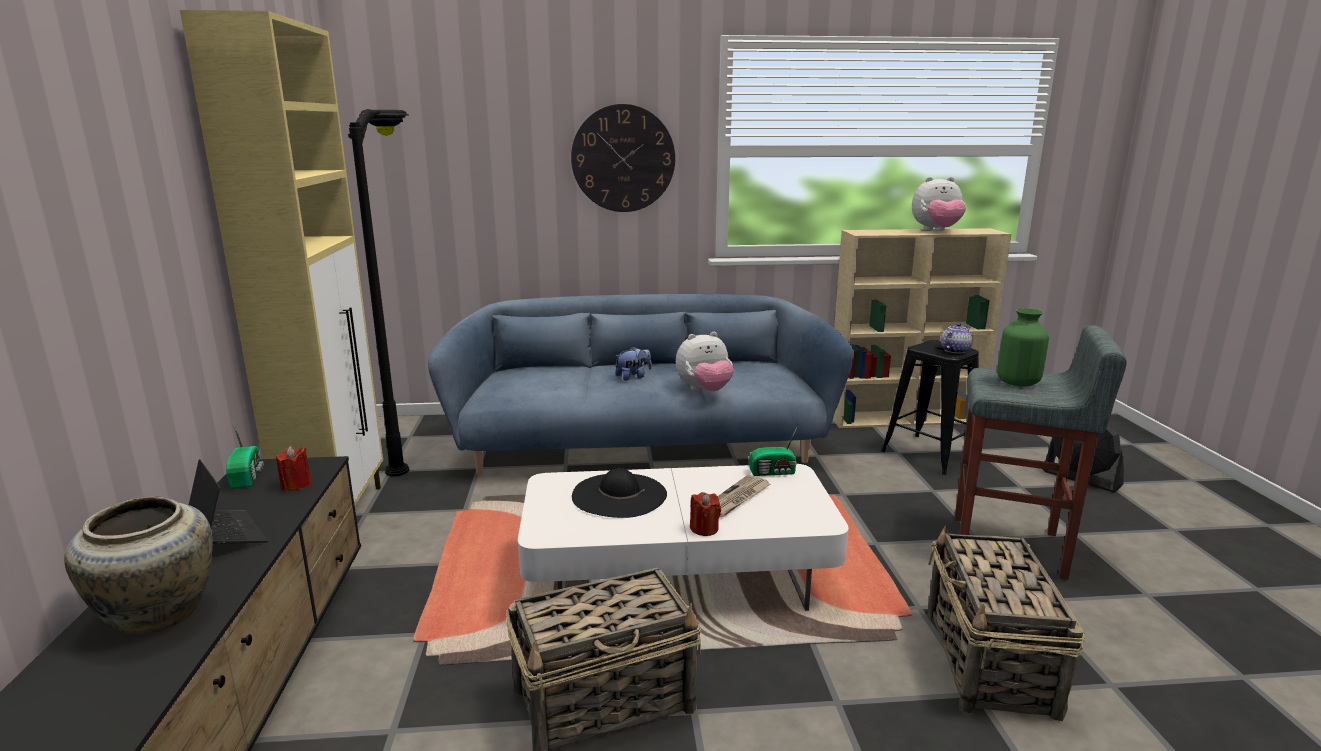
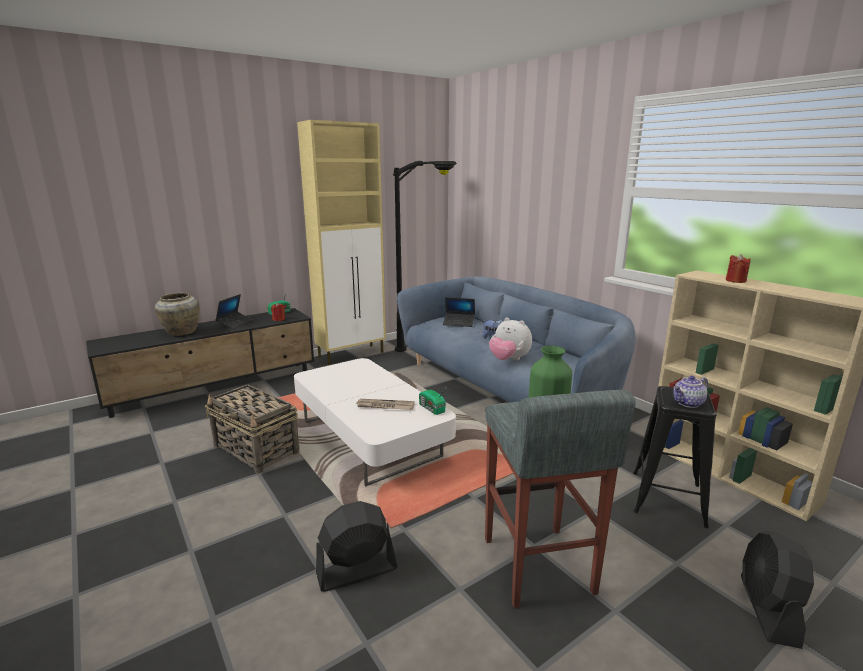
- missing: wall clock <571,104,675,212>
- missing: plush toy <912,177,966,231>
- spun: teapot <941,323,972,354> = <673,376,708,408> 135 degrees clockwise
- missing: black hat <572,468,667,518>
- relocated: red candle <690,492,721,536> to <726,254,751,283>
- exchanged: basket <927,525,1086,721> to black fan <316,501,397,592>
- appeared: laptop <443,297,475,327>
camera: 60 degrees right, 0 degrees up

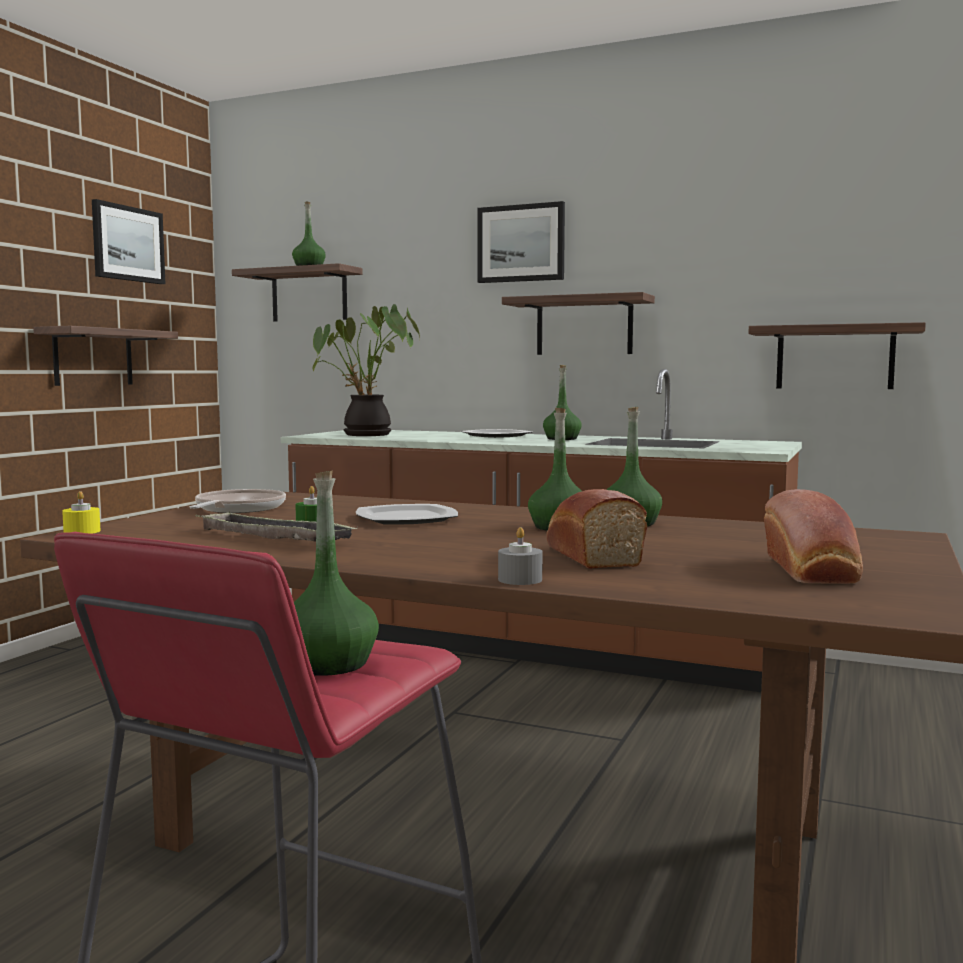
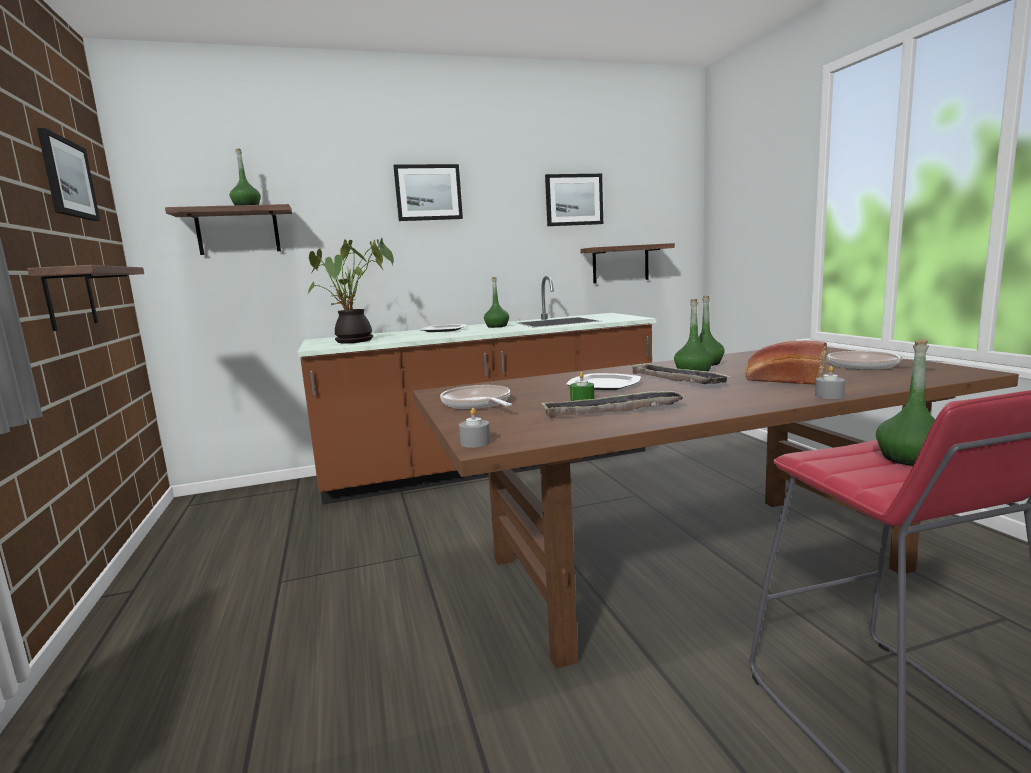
- missing: shelf <502,292,655,355>
- exchanged: bread <764,489,863,584> to frying pan <827,351,943,370>
- colour: yellow candle <62,491,101,534> to grey candle <459,408,490,448>
- appeared: picture <545,174,603,226>
- appeared: tray <628,363,731,384>
camera: 40 degrees left, 5 degrees up

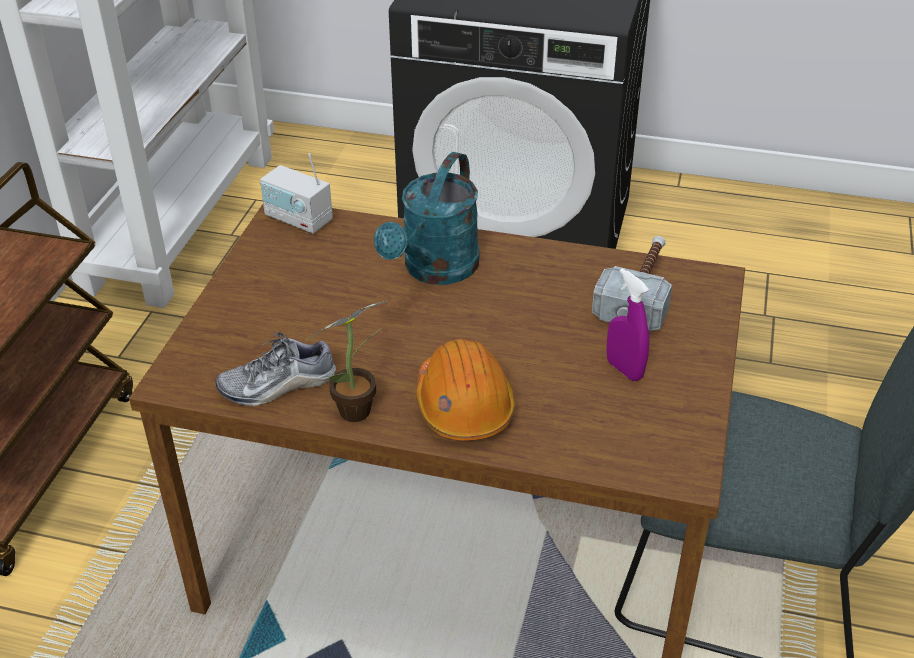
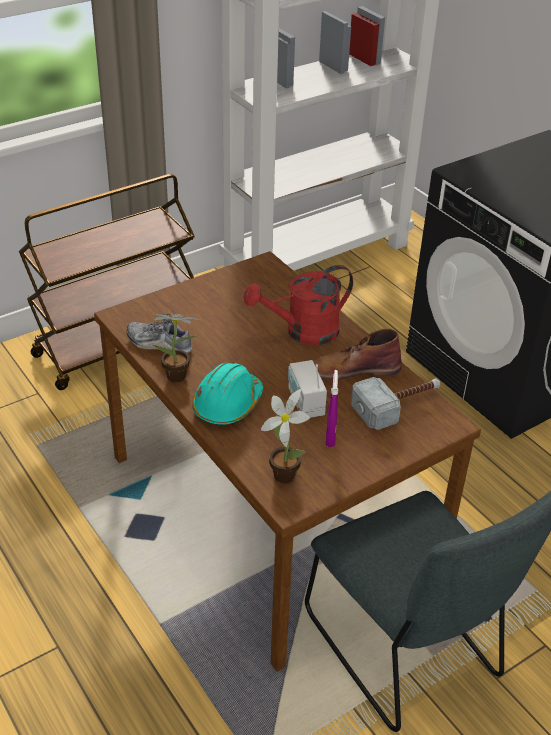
- colour: turquoise watering can <374,152,480,285> to red watering can <244,265,353,345>
- relocated: radio <260,153,333,234> to <288,360,327,418>
- colour: orange hard hat <415,339,515,441> to turquoise hard hat <192,362,263,426>
- appeared: brown boot <313,329,402,379>
- appeared: potted plant <261,389,310,484>
camera: 40 degrees right, 0 degrees up

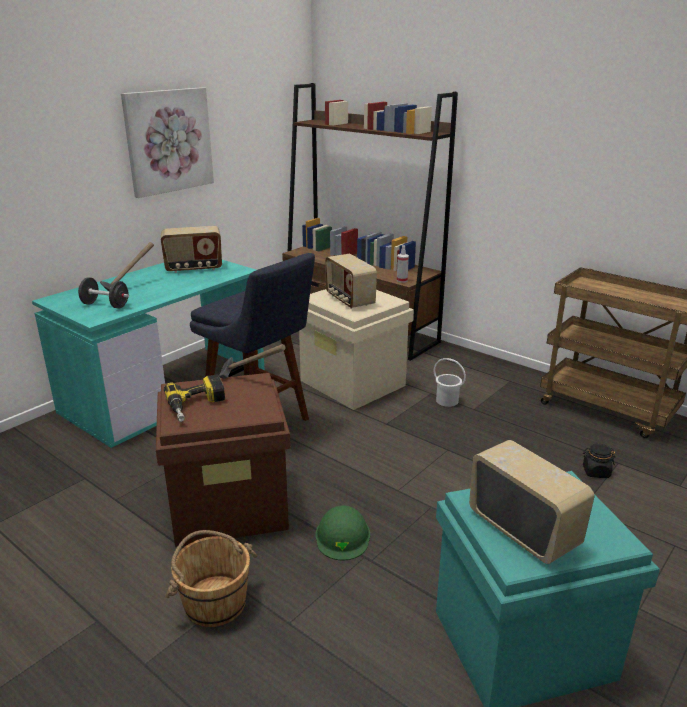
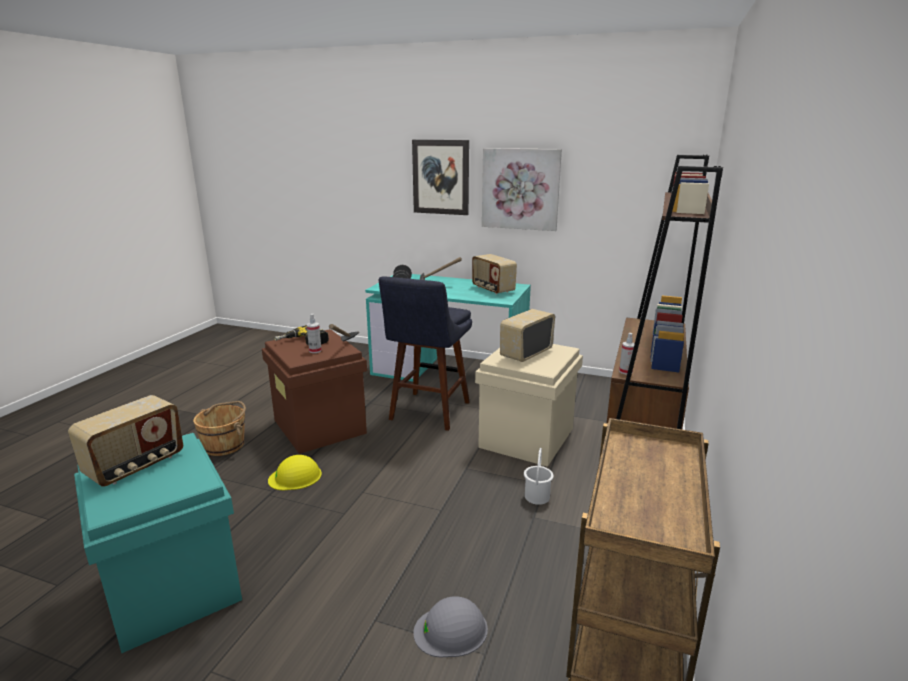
- exchanged: black jar <583,444,616,478> to grey hard hat <413,596,488,657>
- colour: green hard hat <315,505,370,560> to yellow hard hat <268,455,322,490>
- appeared: picture <412,140,469,215>
- appeared: spray bottle <307,314,322,353>
camera: 70 degrees right, 5 degrees down

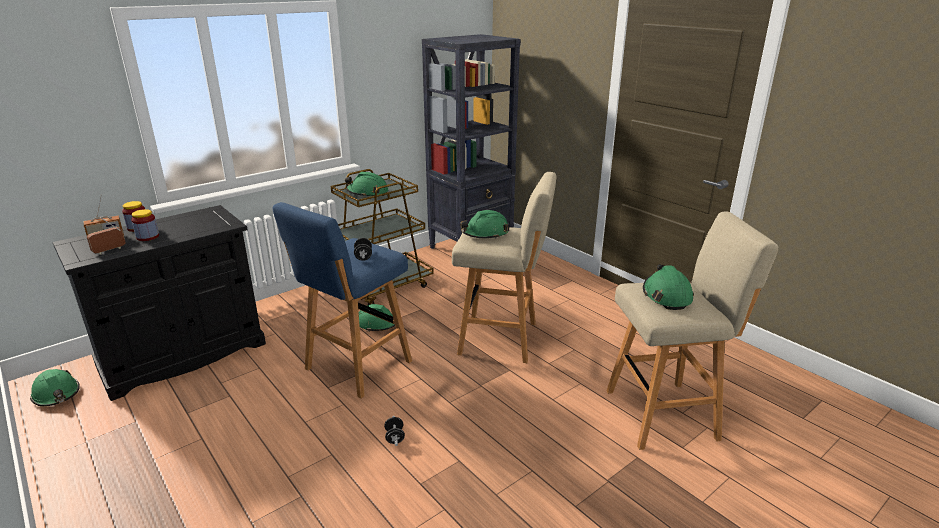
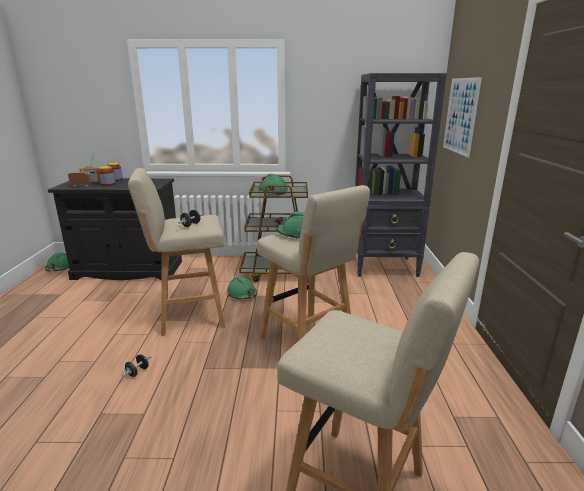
- colour: blue stool <273,202,412,398> to beige stool <128,168,225,336>
- missing: green hard hat <643,264,694,310>
- appeared: picture <443,77,482,157>
camera: 40 degrees right, 5 degrees down

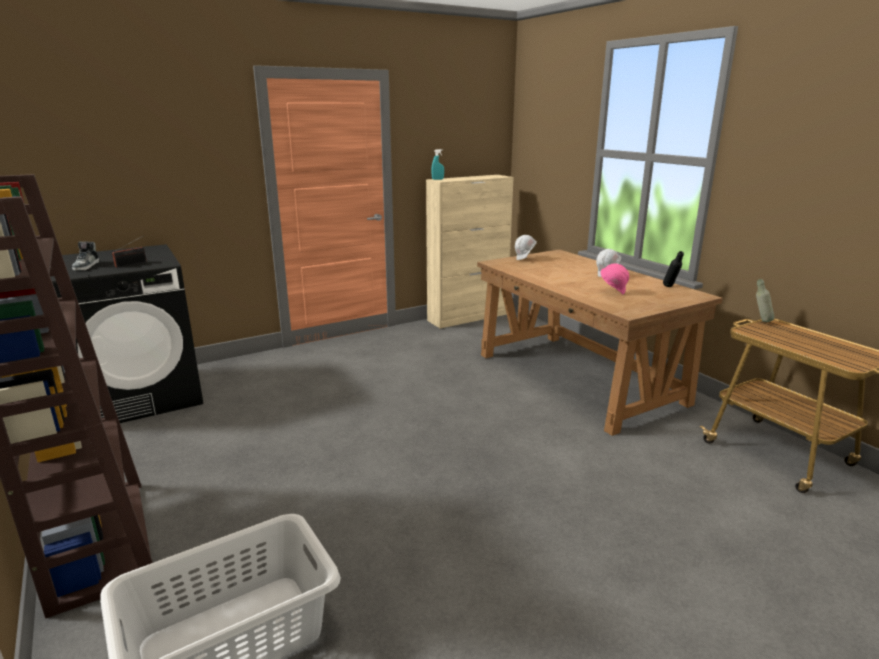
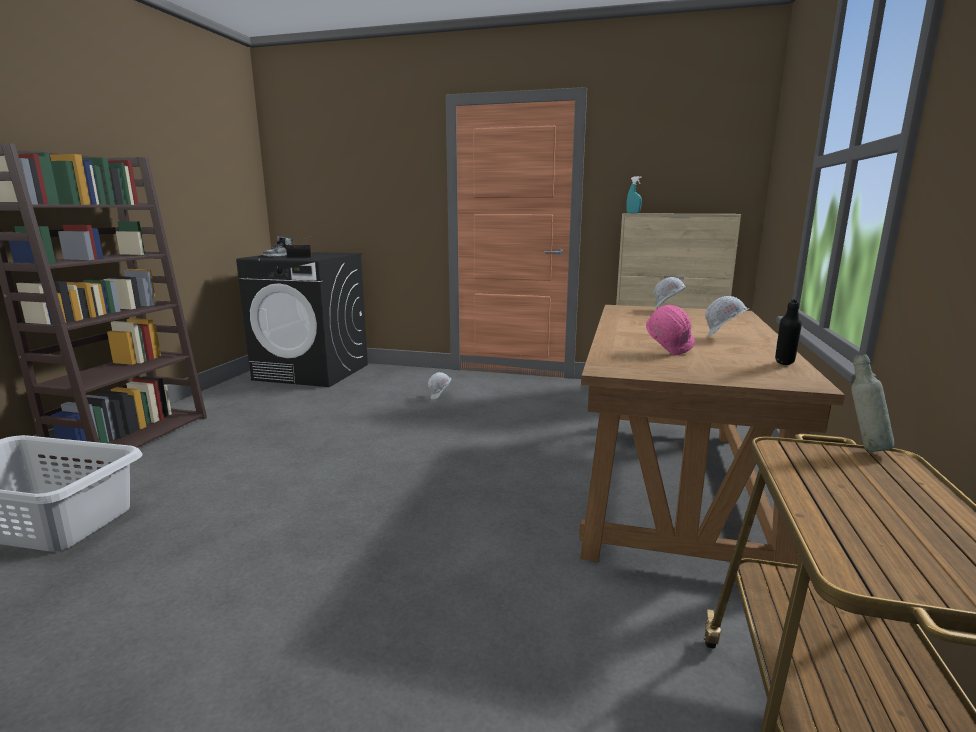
- appeared: white hard hat <428,372,451,399>
camera: 45 degrees right, 5 degrees down

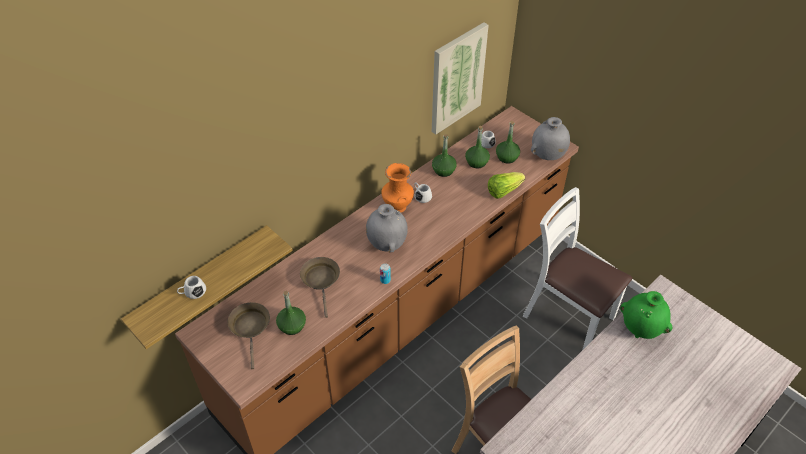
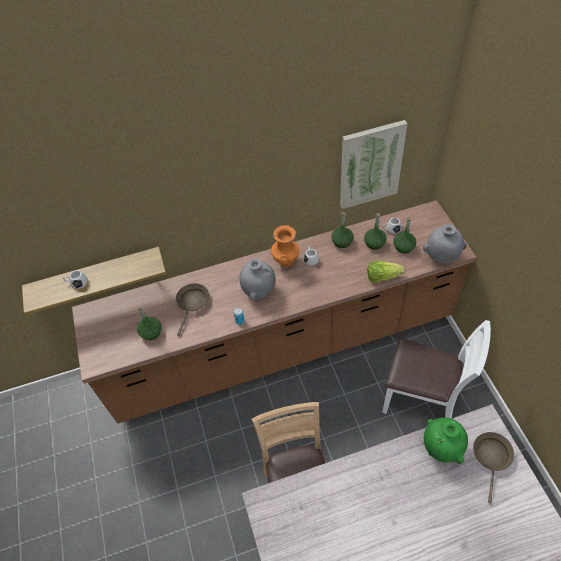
- spun: white chair <522,187,632,349> = <382,320,491,419> 135 degrees clockwise
- relocated: brown frying pan <228,302,270,369> to <473,432,514,503>
camera: 30 degrees right, 5 degrees up

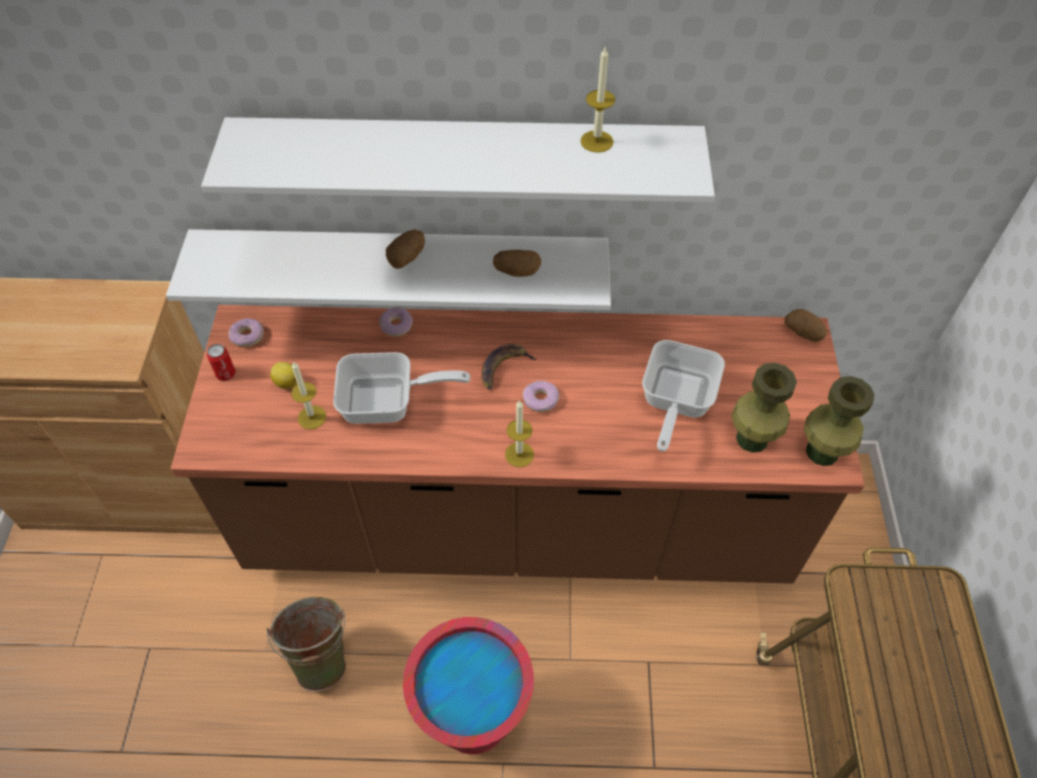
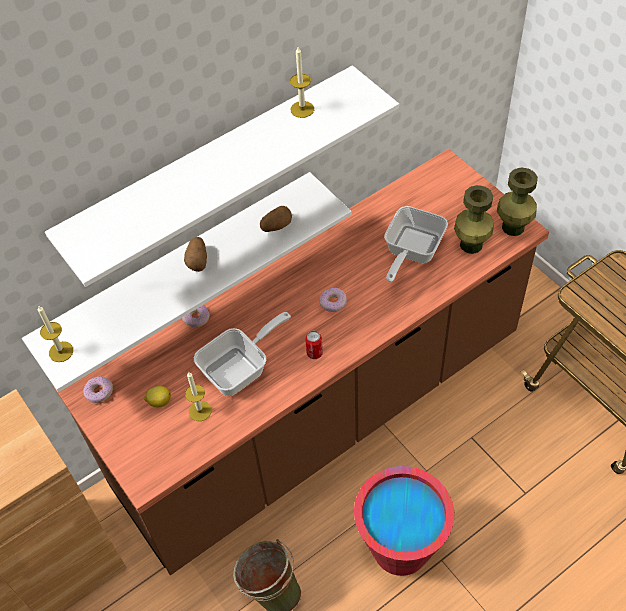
- missing: potato <785,309,827,342>
- spun: frying pan <642,340,725,452> = <384,206,448,283> 45 degrees clockwise
- relocated: can <207,344,236,381> to <305,331,323,359>
- missing: banana <481,344,537,390>
- relocated: candle <505,400,534,467> to <38,305,73,362>
camera: 35 degrees left, 0 degrees up

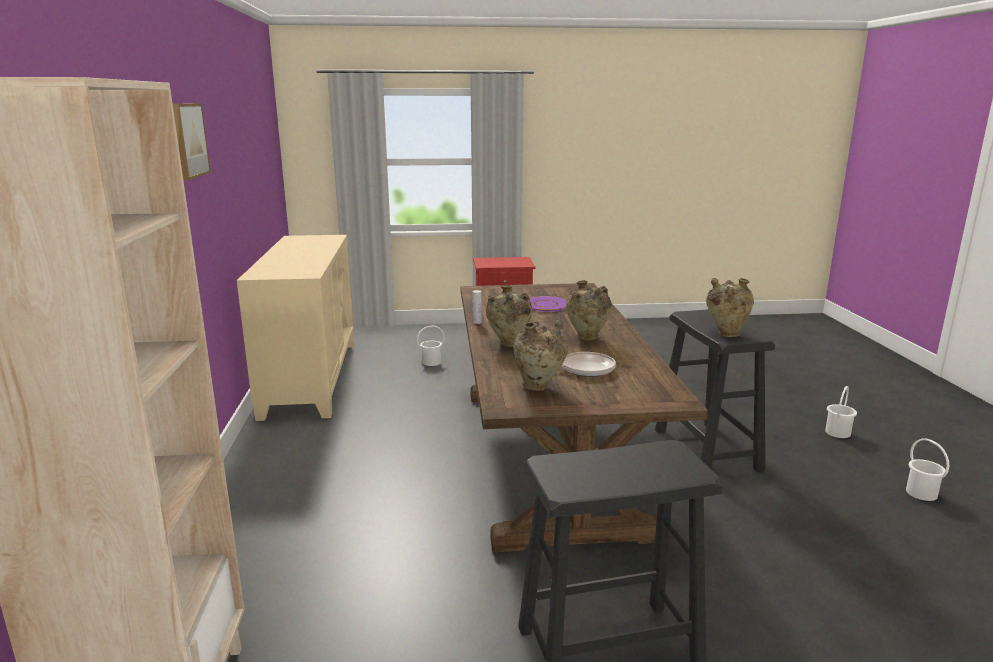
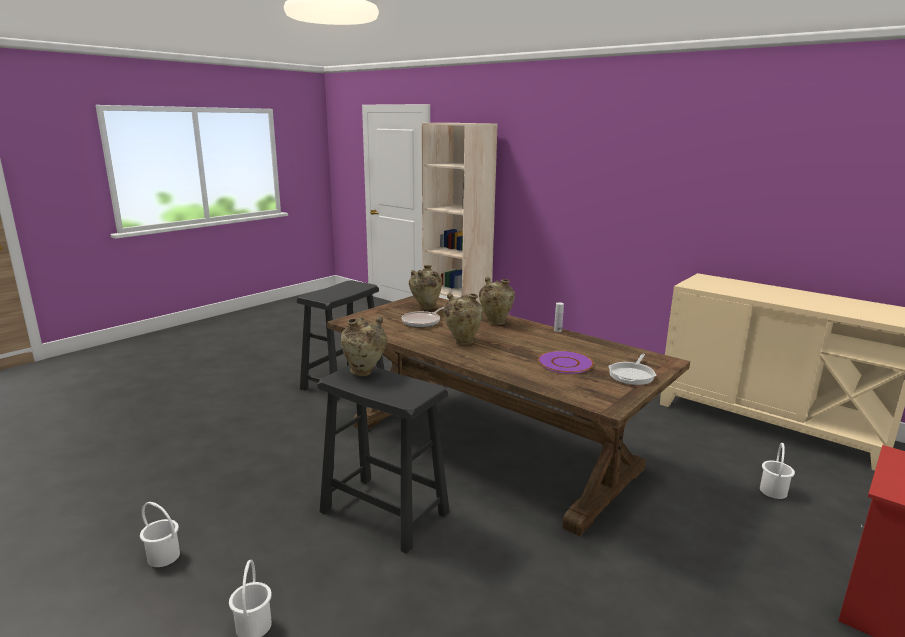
- missing: picture <173,103,211,180>
- appeared: frying pan <608,354,656,385>
camera: 135 degrees right, 0 degrees up

